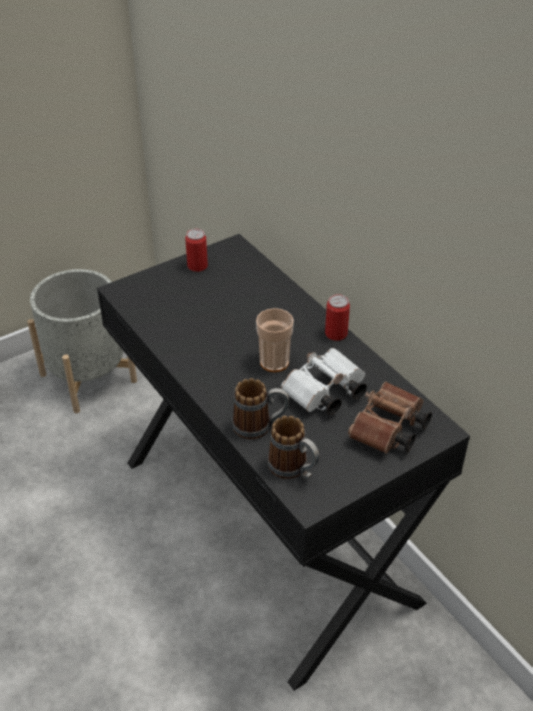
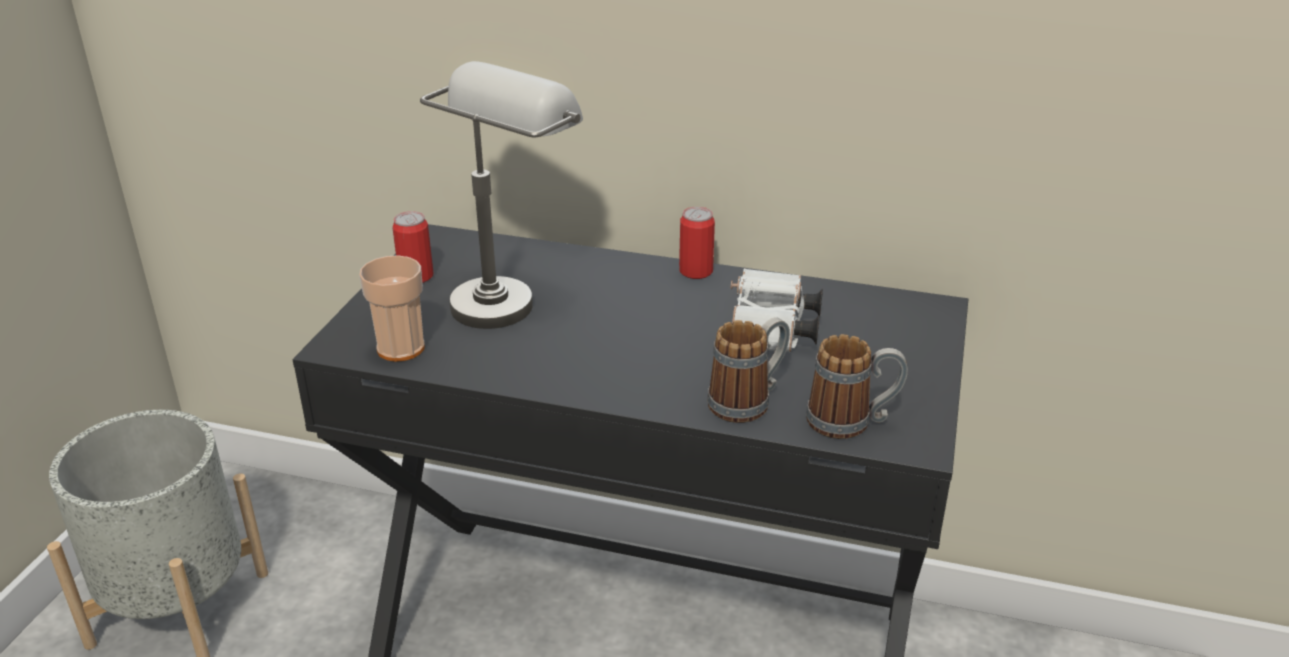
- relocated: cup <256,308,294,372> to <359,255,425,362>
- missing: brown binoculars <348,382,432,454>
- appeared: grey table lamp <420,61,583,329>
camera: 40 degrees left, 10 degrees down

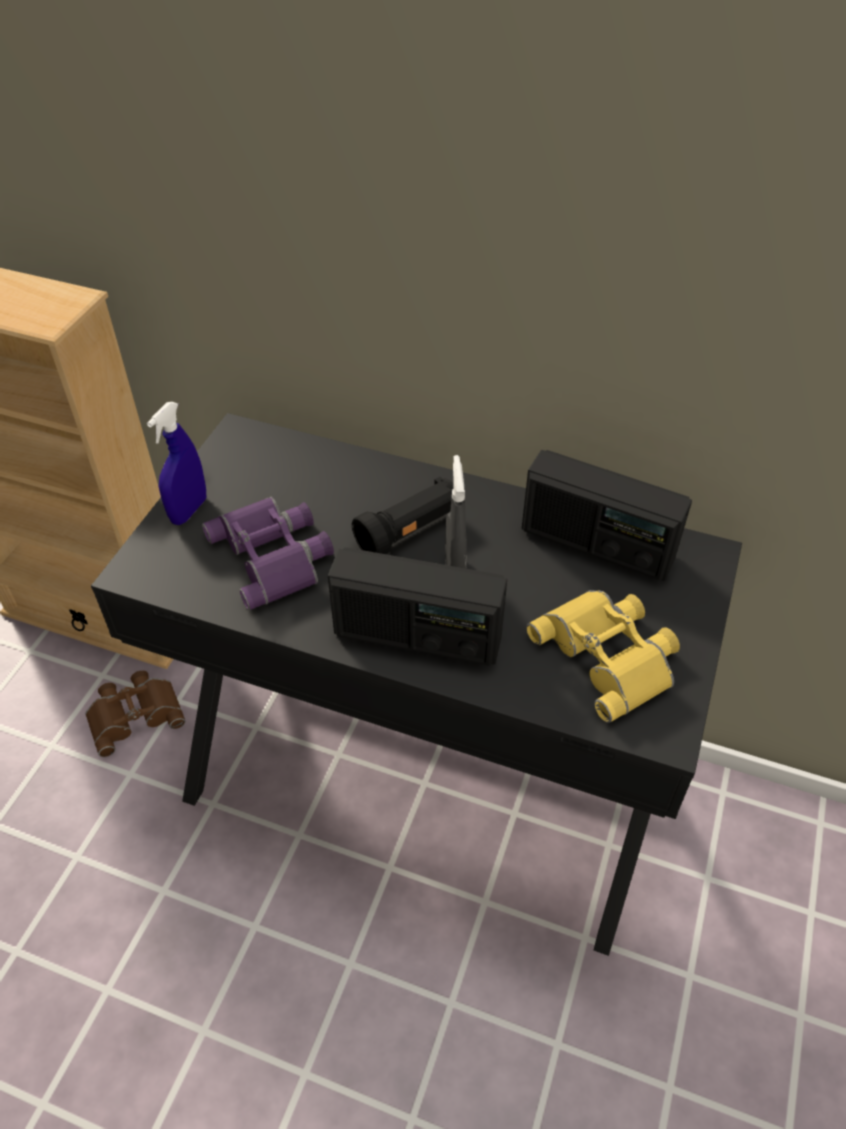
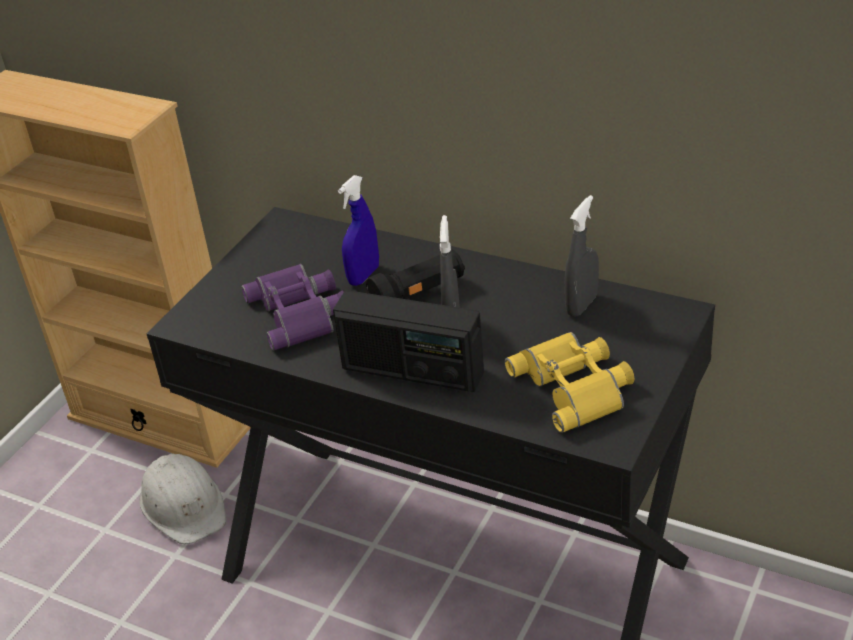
- relocated: blue spray bottle <147,402,206,525> to <338,175,379,286>
- exchanged: radio <522,450,692,581> to grey spray bottle <565,195,599,317>
- exchanged: brown binoculars <85,671,185,757> to white hard hat <139,454,226,544>
camera: 10 degrees right, 10 degrees down

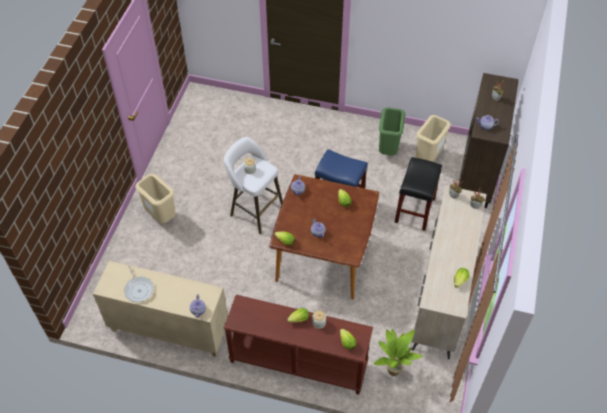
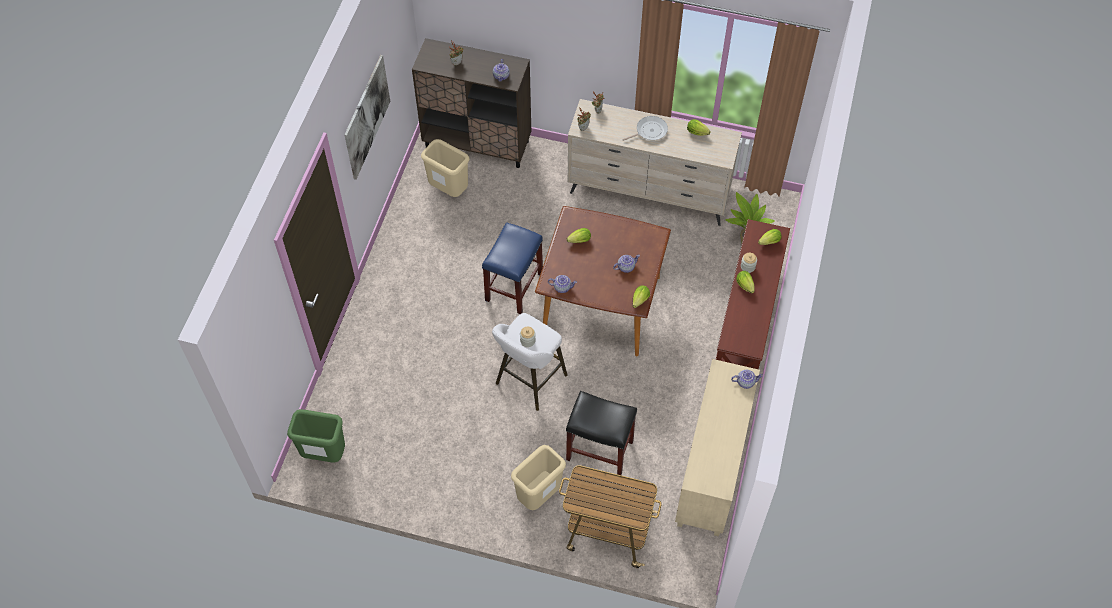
- relocated: green trash can <379,107,405,155> to <287,409,345,463>
- relocated: black stool <395,157,442,231> to <566,391,637,475>
- relocated: frying pan <124,266,154,302> to <622,116,668,141>
- appeared: picture <344,55,390,180>
- appeared: cart <559,465,662,568>
camera: 90 degrees left, 5 degrees up

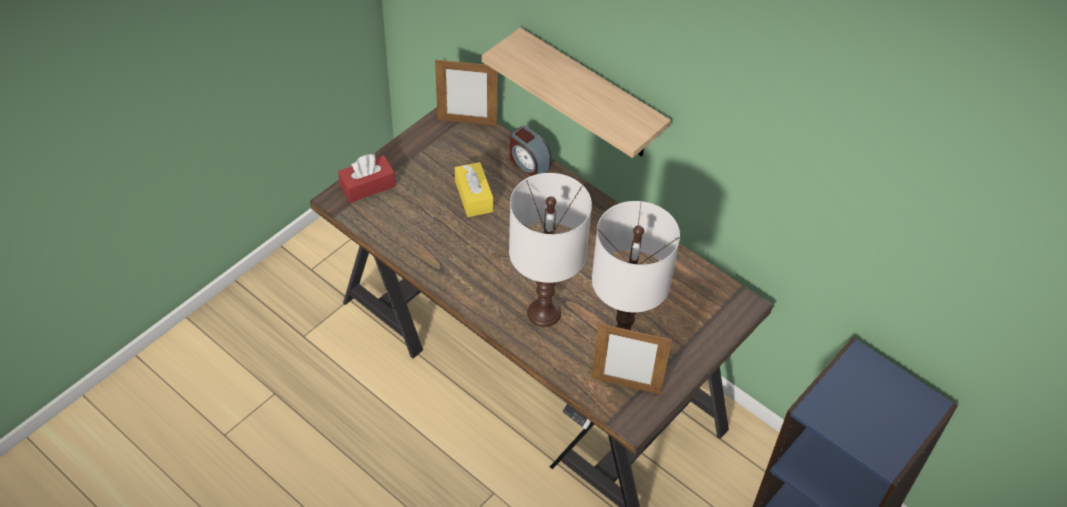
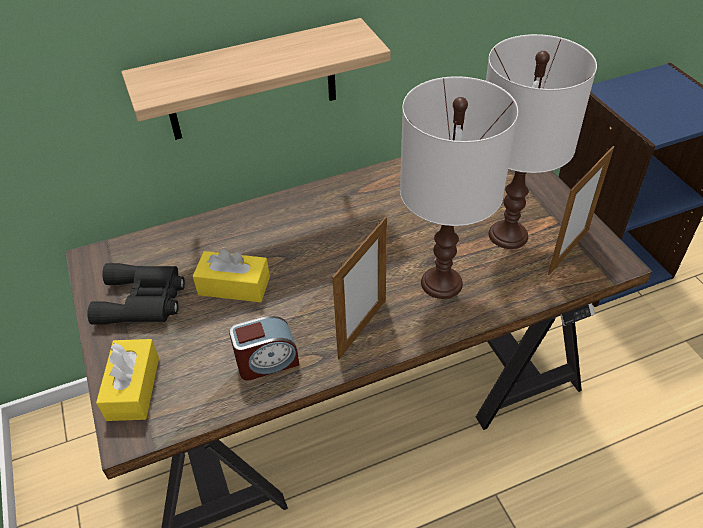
- relocated: picture frame <435,60,498,126> to <332,217,387,359>
- relocated: alarm clock <510,126,551,176> to <229,316,299,381>
- colour: red tissue box <338,154,396,203> to yellow tissue box <96,339,159,421>
- appeared: black binoculars <87,263,185,325>
camera: 60 degrees left, 5 degrees down

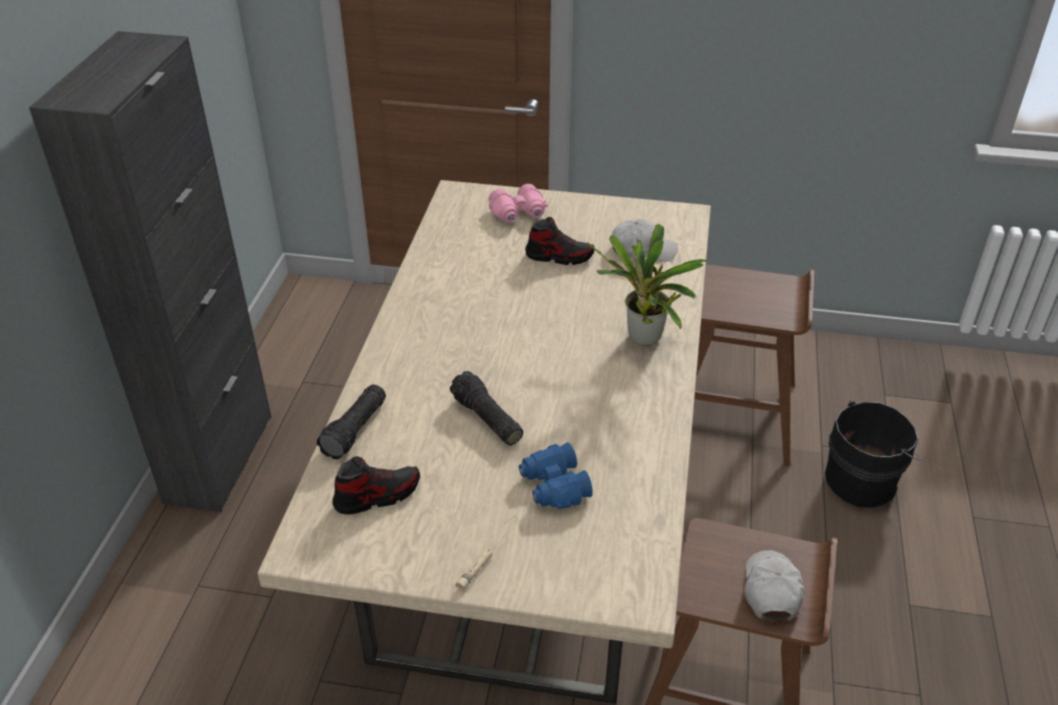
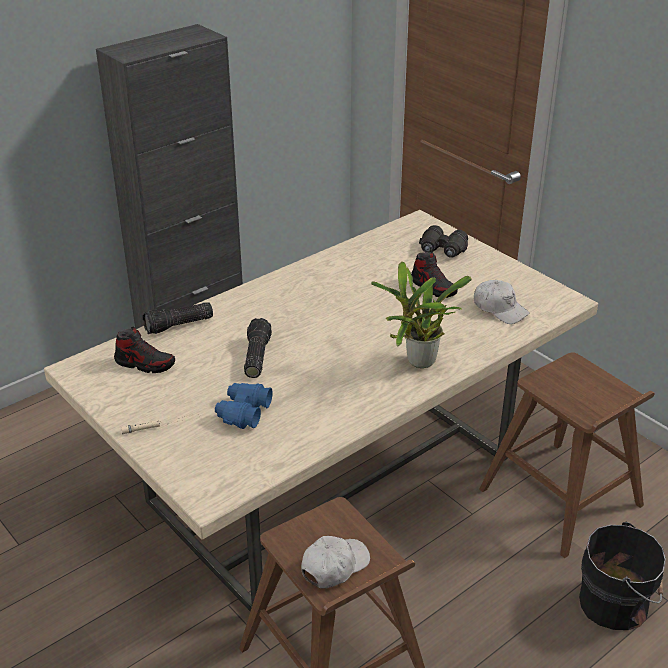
- colour: pink binoculars <489,184,548,223> to black binoculars <419,225,468,258>
camera: 40 degrees right, 5 degrees down

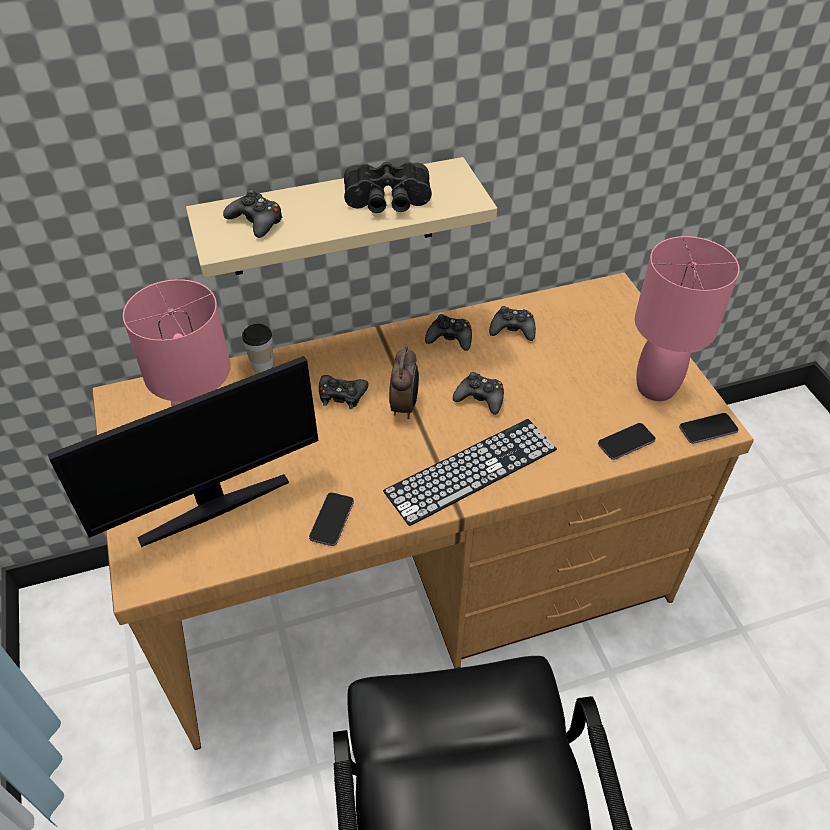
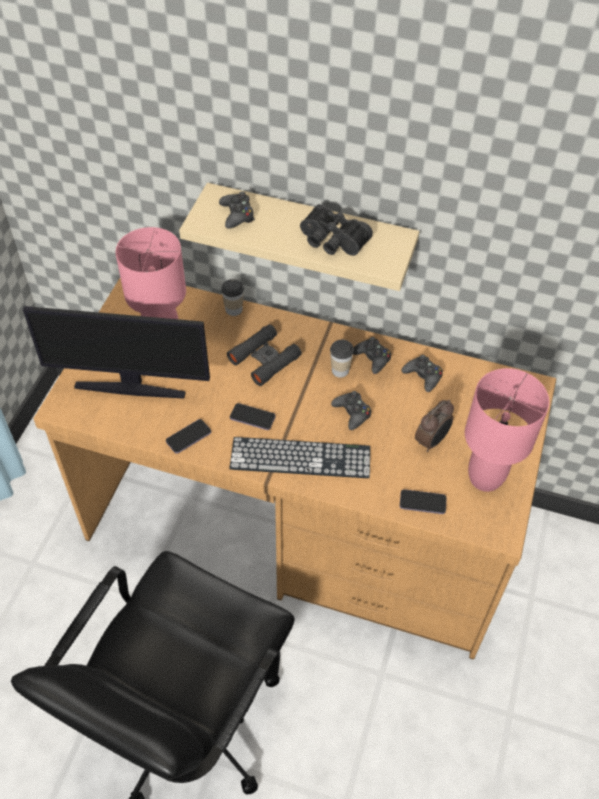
- relocated: alarm clock <389,346,419,419> to <415,400,454,452>
- exchanged: black game controller <319,375,369,409> to black binoculars <227,324,302,386>
- relocated: phone <679,413,739,444> to <230,403,276,430>
- appeared: cup <330,340,354,378>
camera: 35 degrees right, 5 degrees up

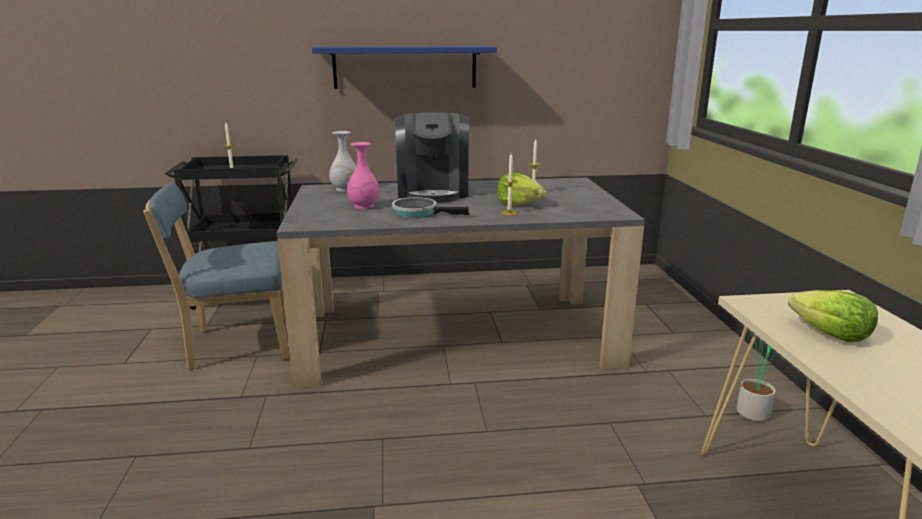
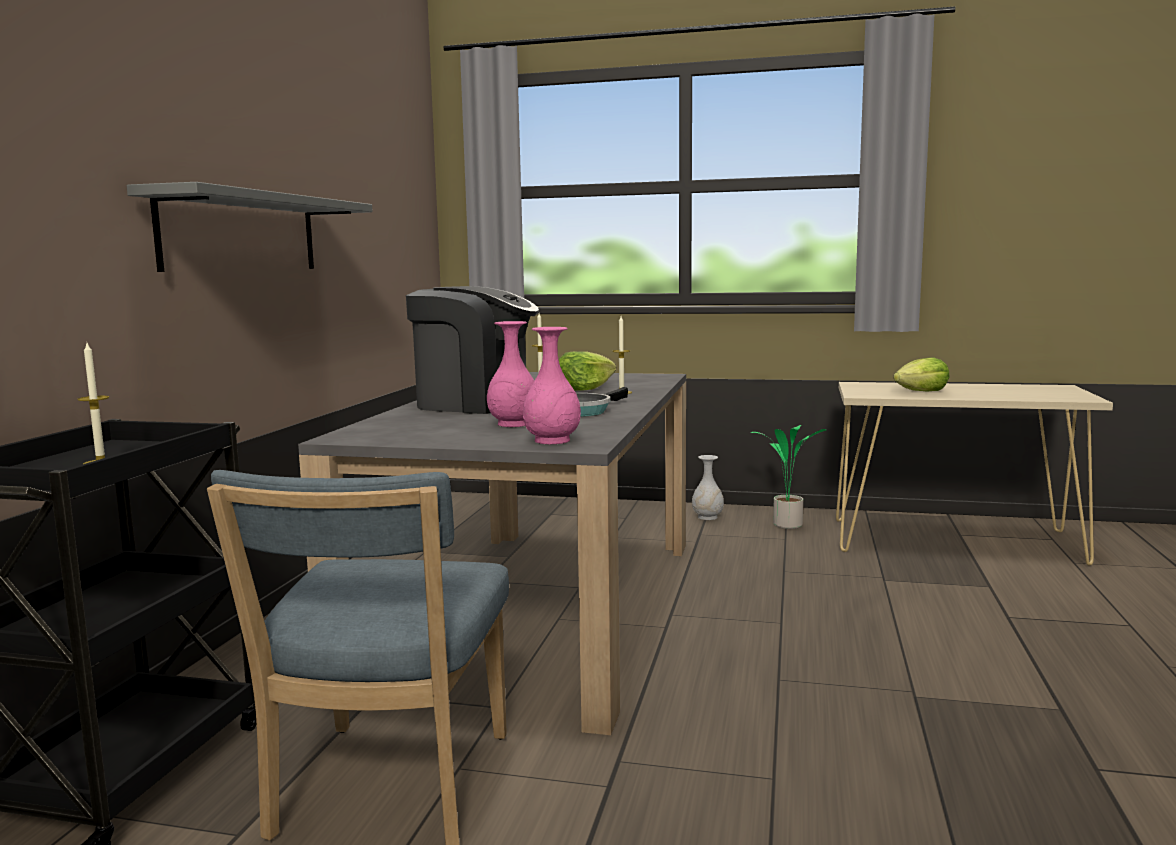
- colour: blue shelf <312,46,497,89> to grey shelf <127,182,373,272>
- relocated: white vase <329,131,356,192> to <692,455,724,520>
- appeared: pink vase <523,327,581,444>
camera: 70 degrees left, 10 degrees down

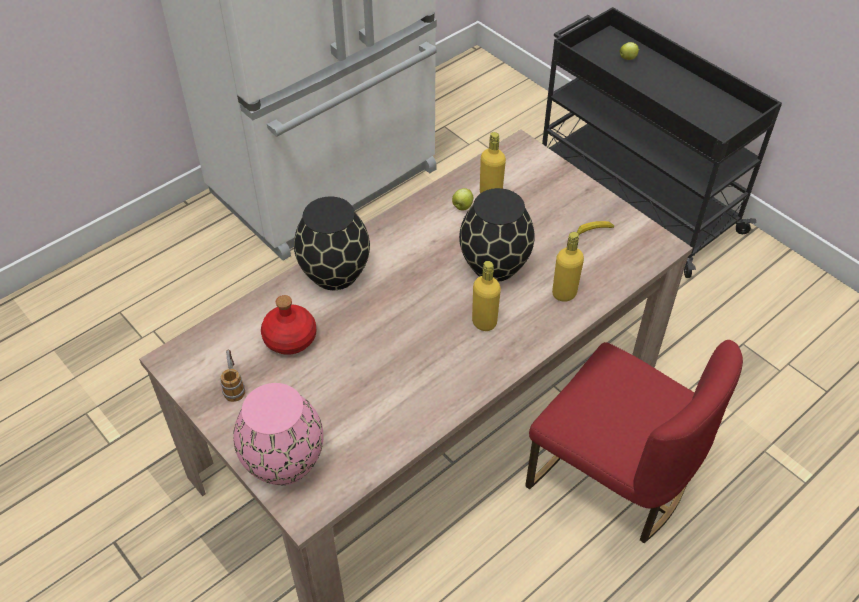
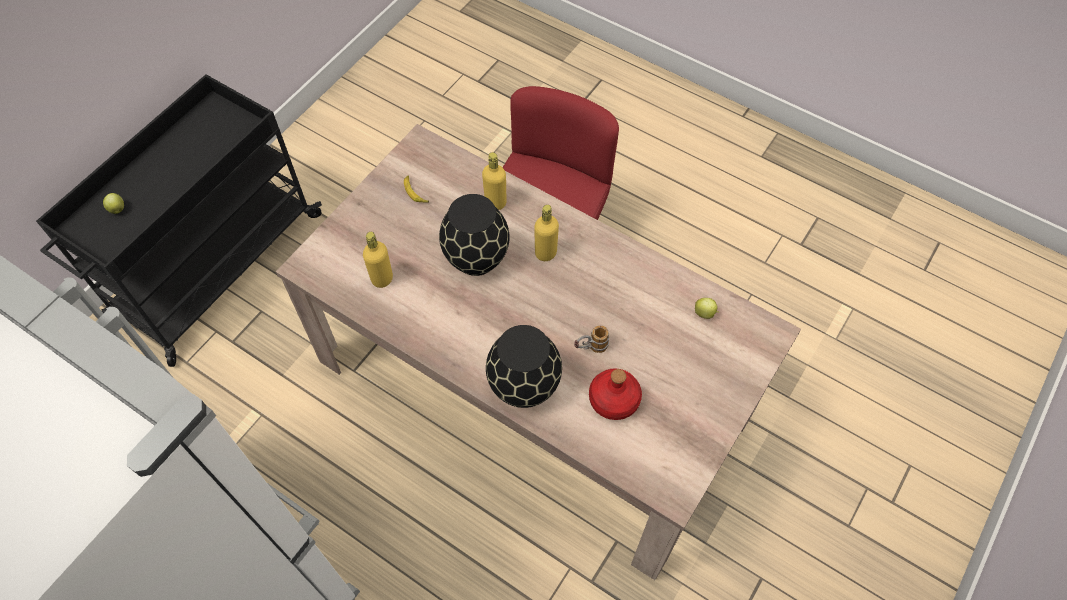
- relocated: apple <452,188,473,210> to <695,298,719,319>
- relocated: mug <220,349,245,402> to <574,325,609,353>
- missing: pink vase <233,383,323,485>
camera: 105 degrees left, 10 degrees up

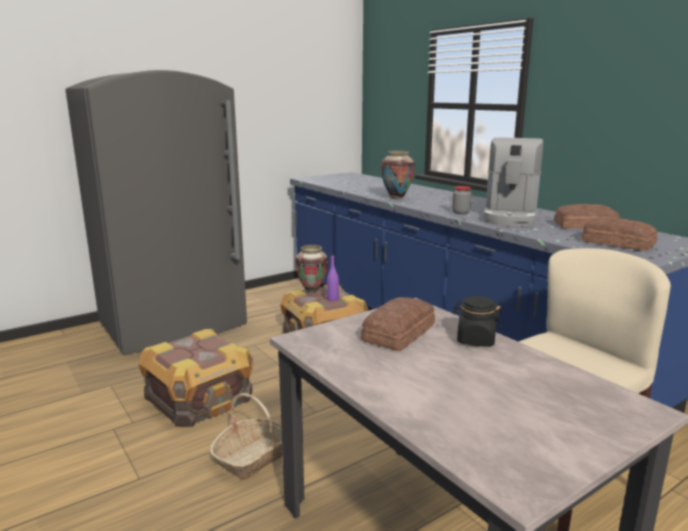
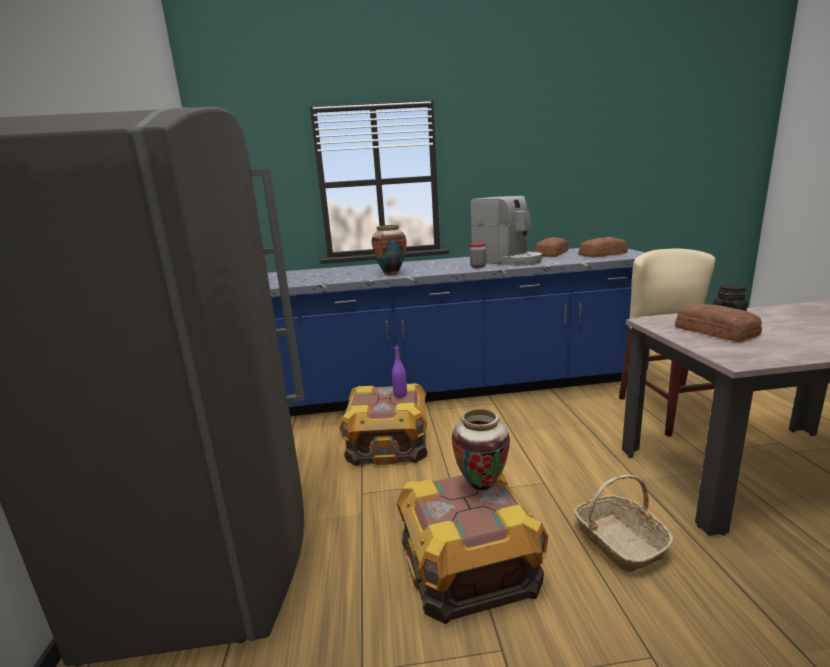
- relocated: vase <295,245,328,293> to <452,408,510,492>
camera: 60 degrees left, 0 degrees up

